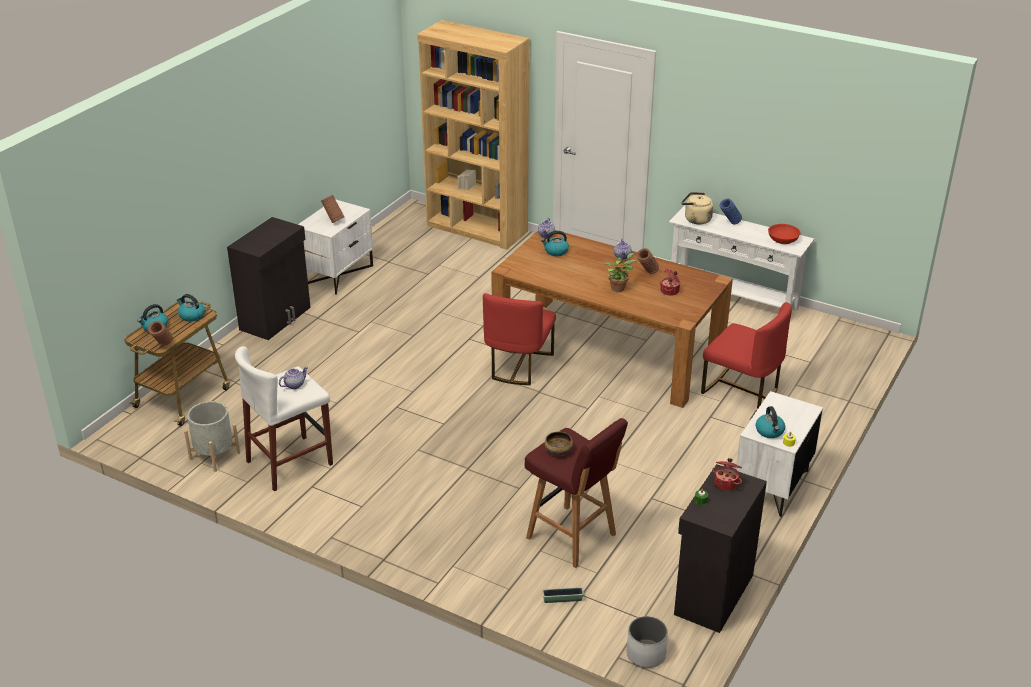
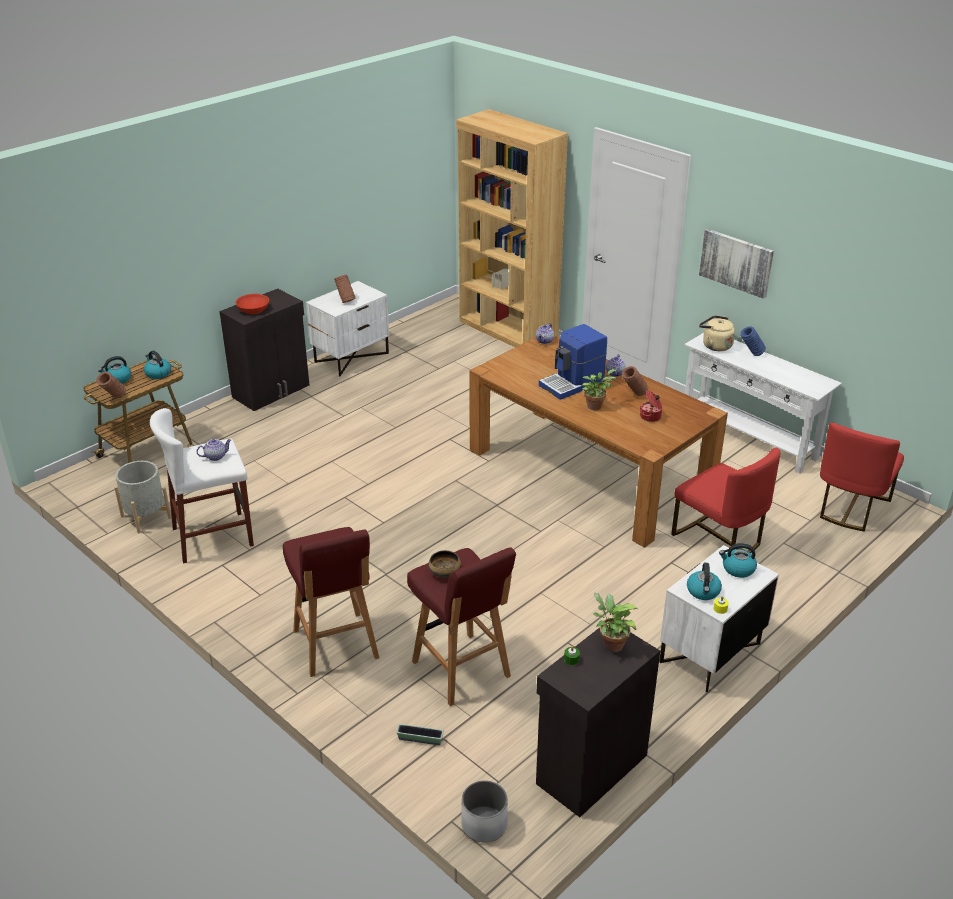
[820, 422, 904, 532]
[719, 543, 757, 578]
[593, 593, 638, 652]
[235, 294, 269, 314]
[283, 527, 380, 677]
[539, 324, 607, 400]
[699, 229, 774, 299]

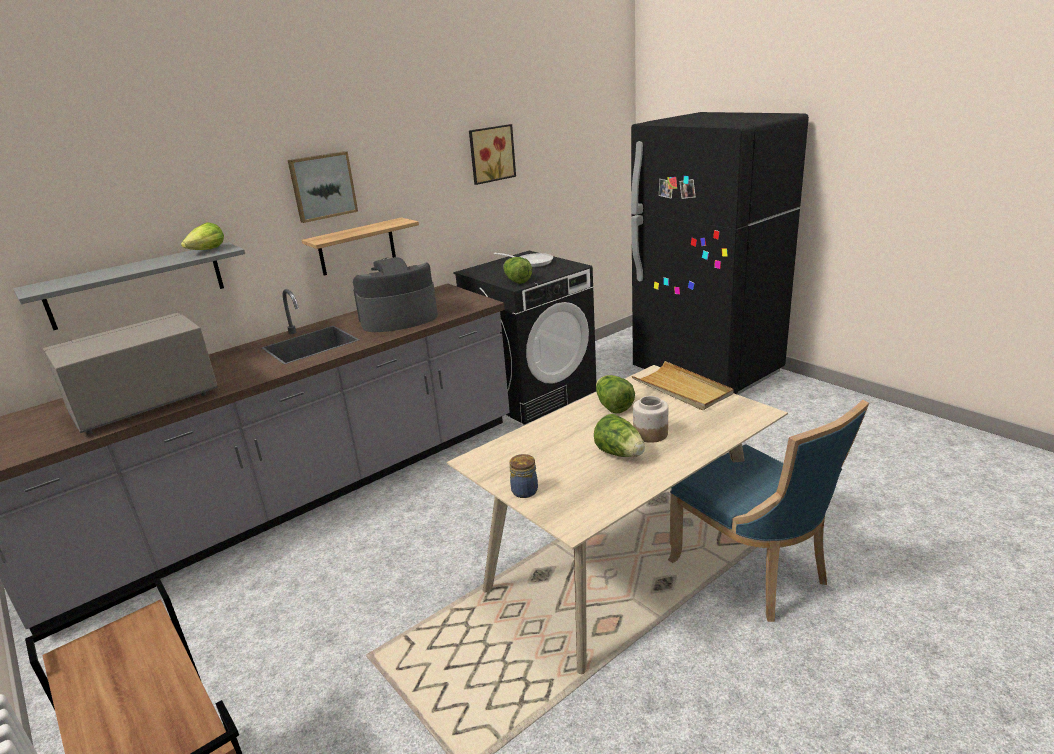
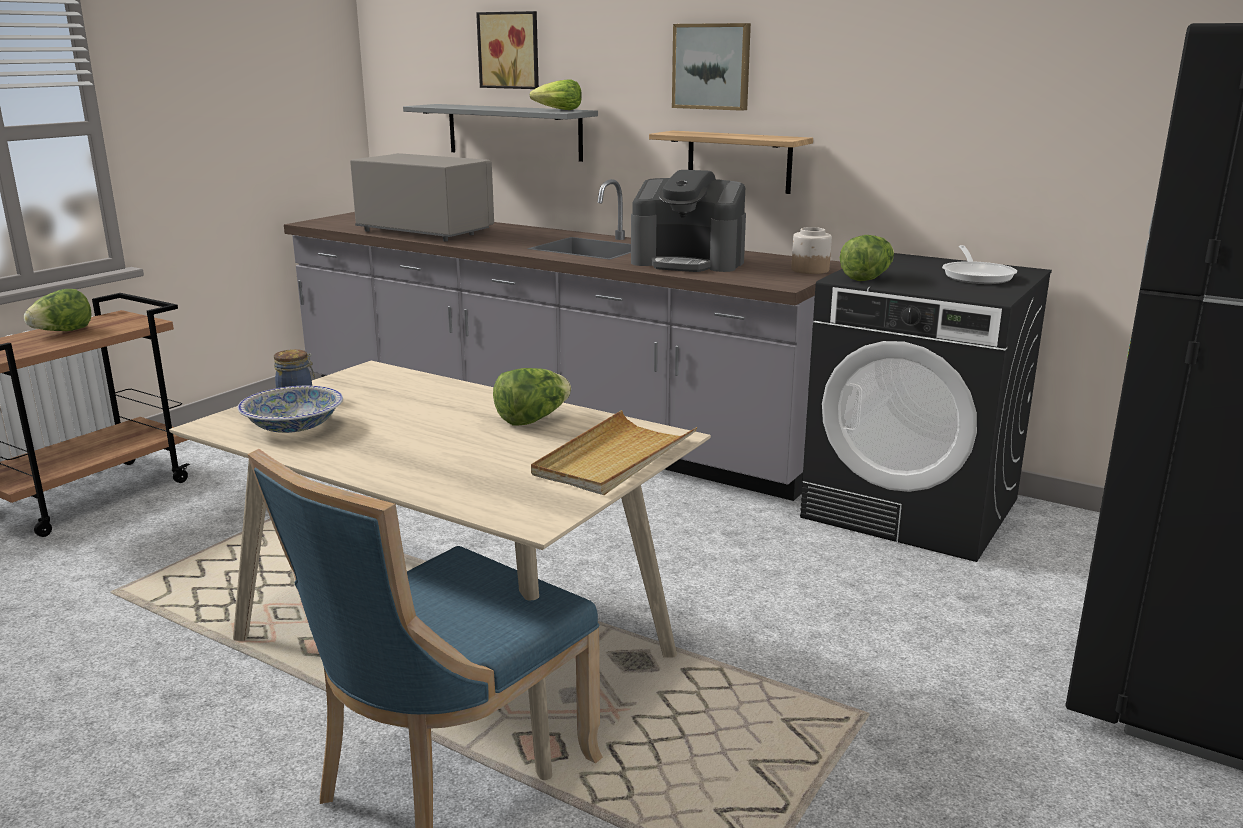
[631, 170, 746, 272]
[476, 11, 539, 89]
[24, 289, 92, 331]
[791, 227, 832, 274]
[238, 386, 343, 433]

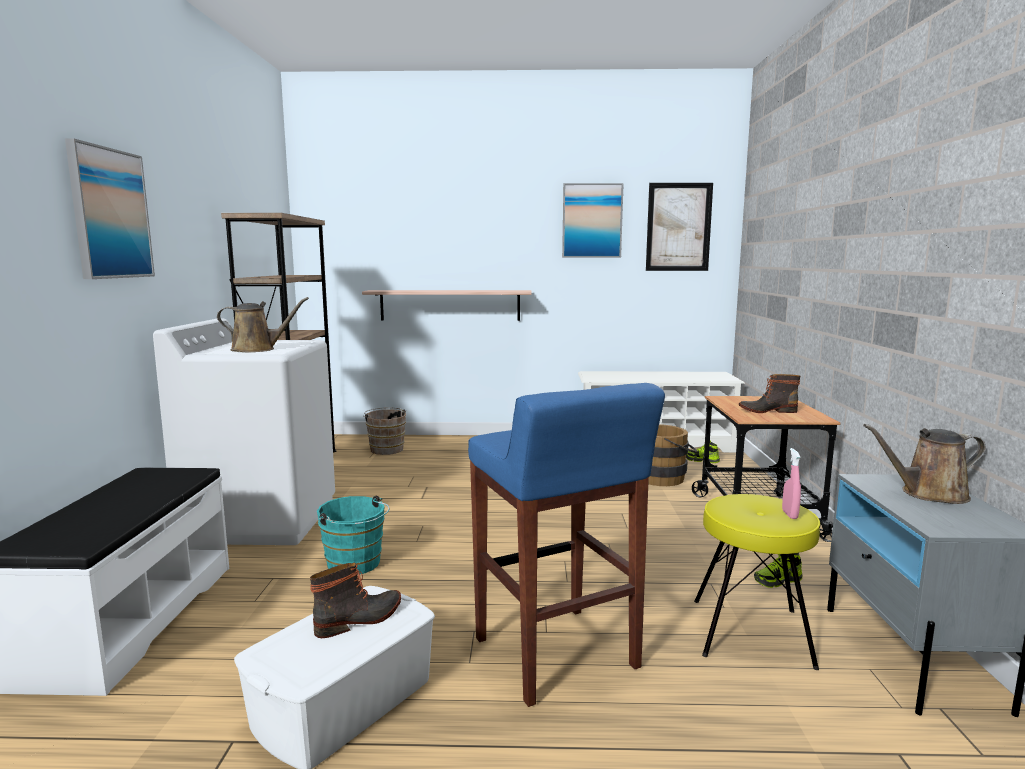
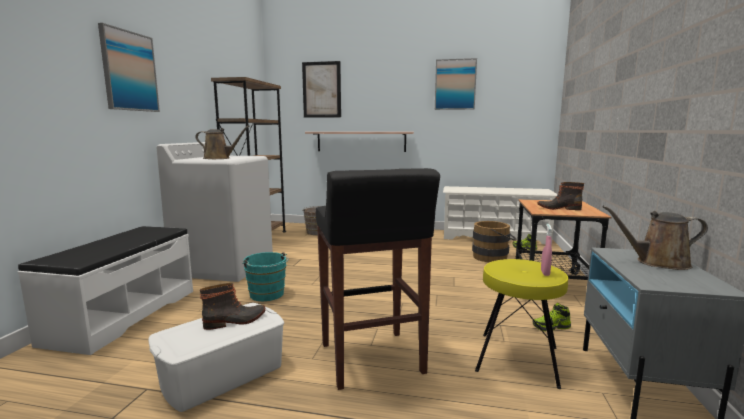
[316, 168, 440, 390]
[302, 61, 341, 118]

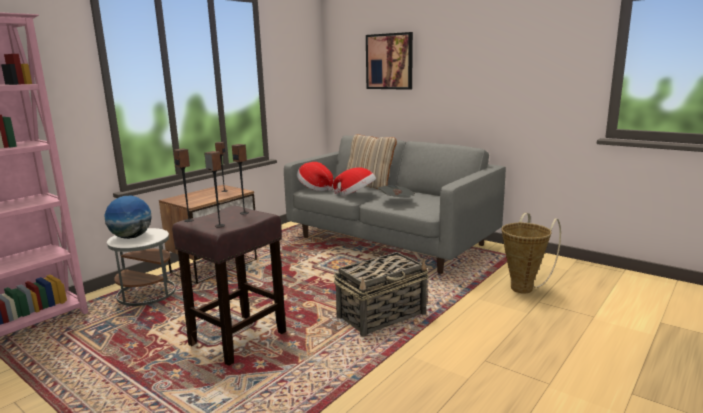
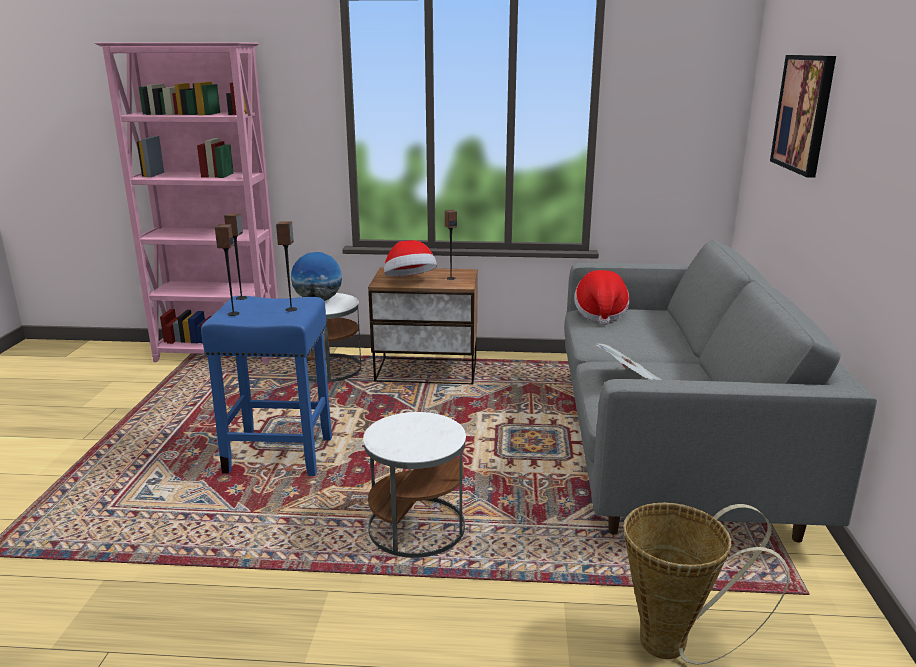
[201, 296, 332, 476]
[384, 240, 437, 276]
[363, 412, 466, 558]
[347, 134, 397, 190] (first image)

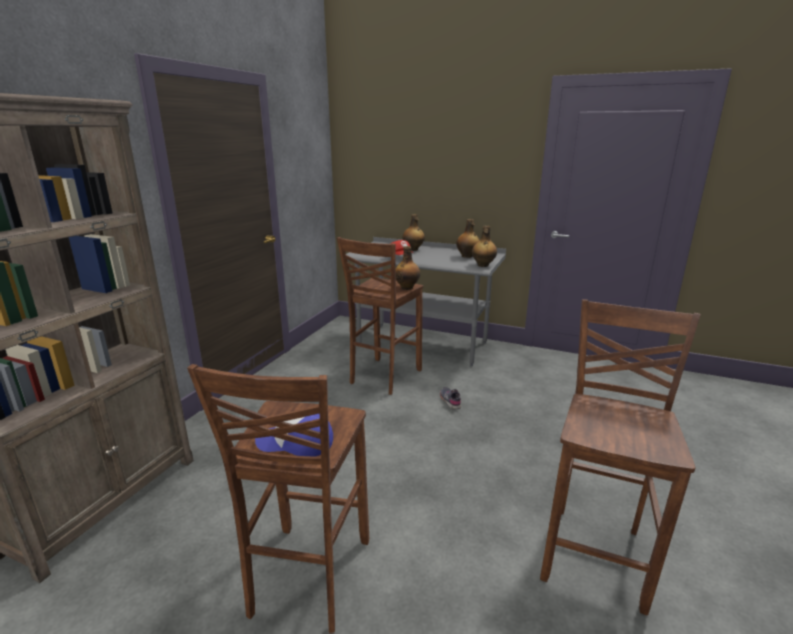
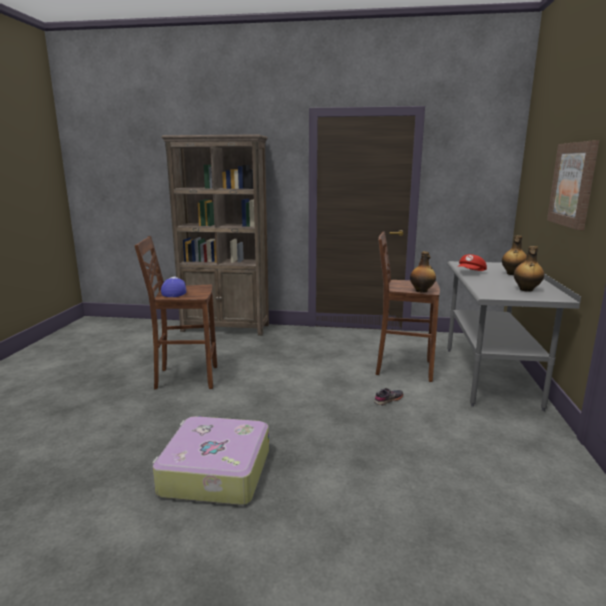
[472, 226, 497, 267] (first image)
[152, 416, 269, 505]
[547, 141, 599, 230]

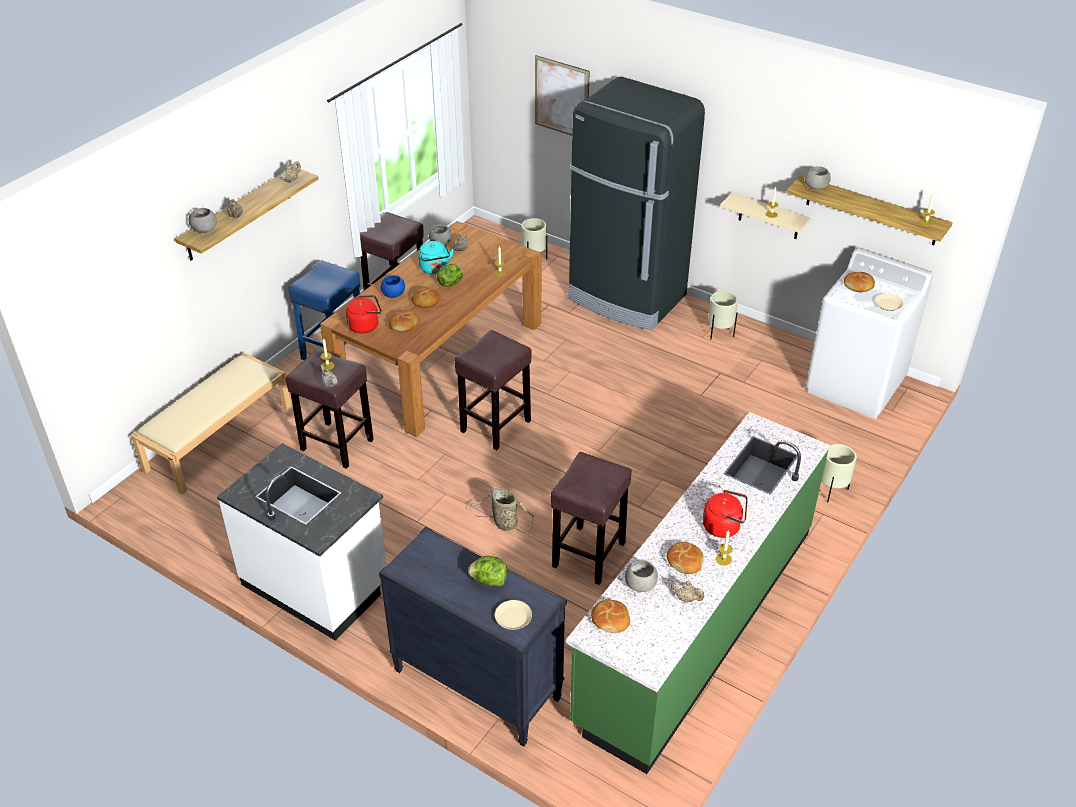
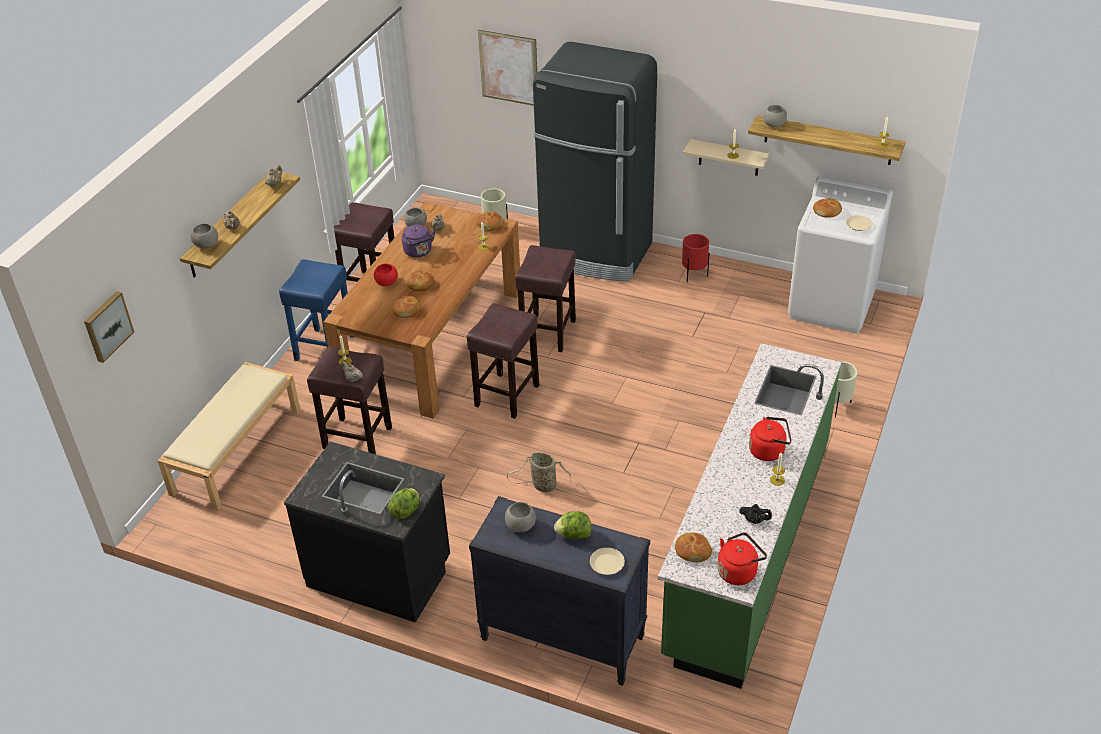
[284, 442, 450, 623]
[717, 532, 767, 585]
[374, 263, 398, 286]
[402, 225, 435, 257]
[388, 488, 420, 519]
[515, 245, 576, 352]
[505, 502, 536, 532]
[476, 212, 503, 231]
[739, 504, 772, 524]
[682, 234, 710, 282]
[84, 291, 134, 363]

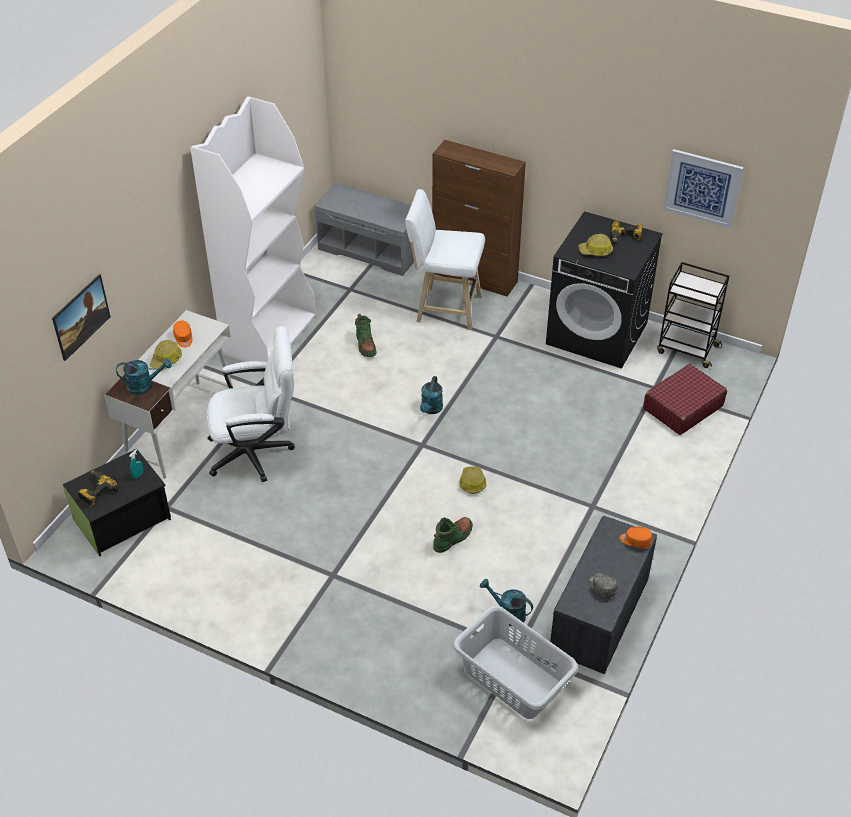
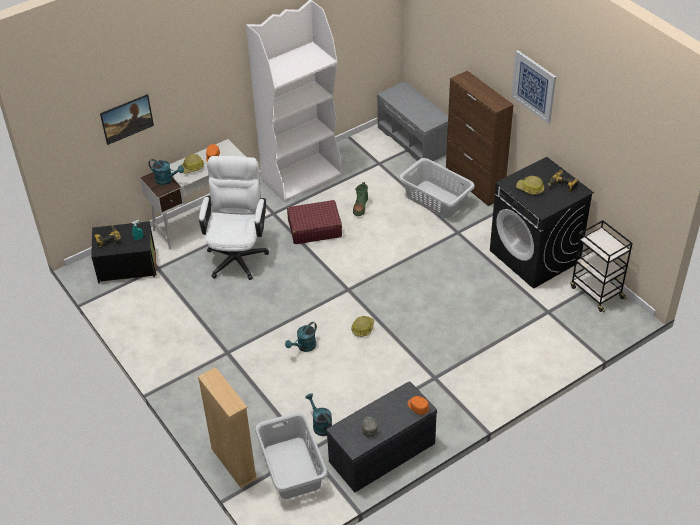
[199, 156, 269, 280]
[399, 158, 475, 218]
[285, 322, 317, 352]
[433, 517, 473, 553] (first image)
[287, 200, 342, 244]
[511, 50, 556, 124]
[198, 367, 258, 488]

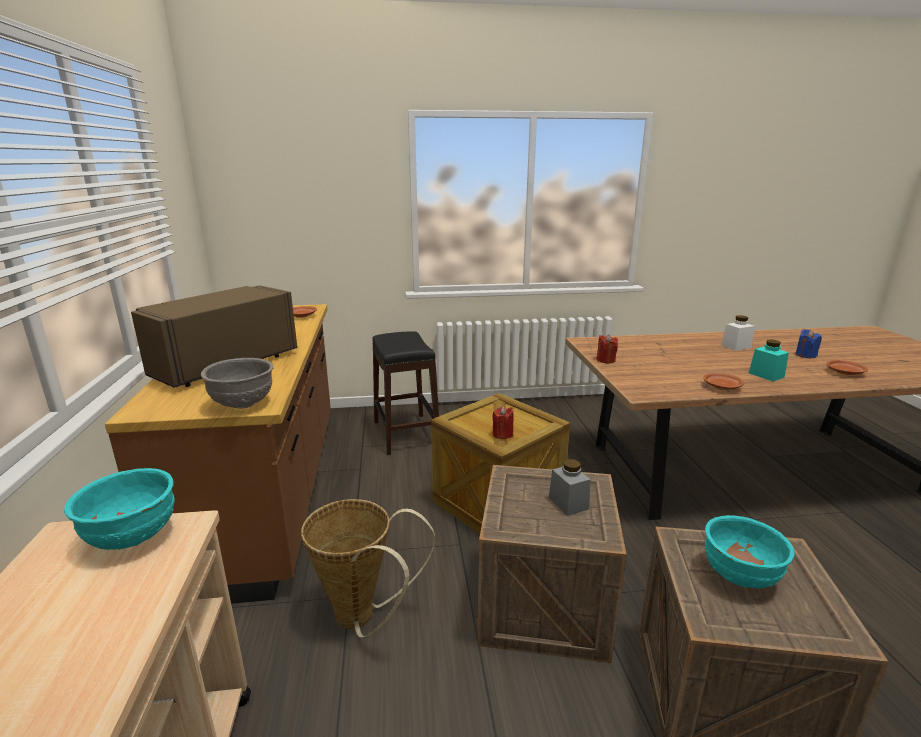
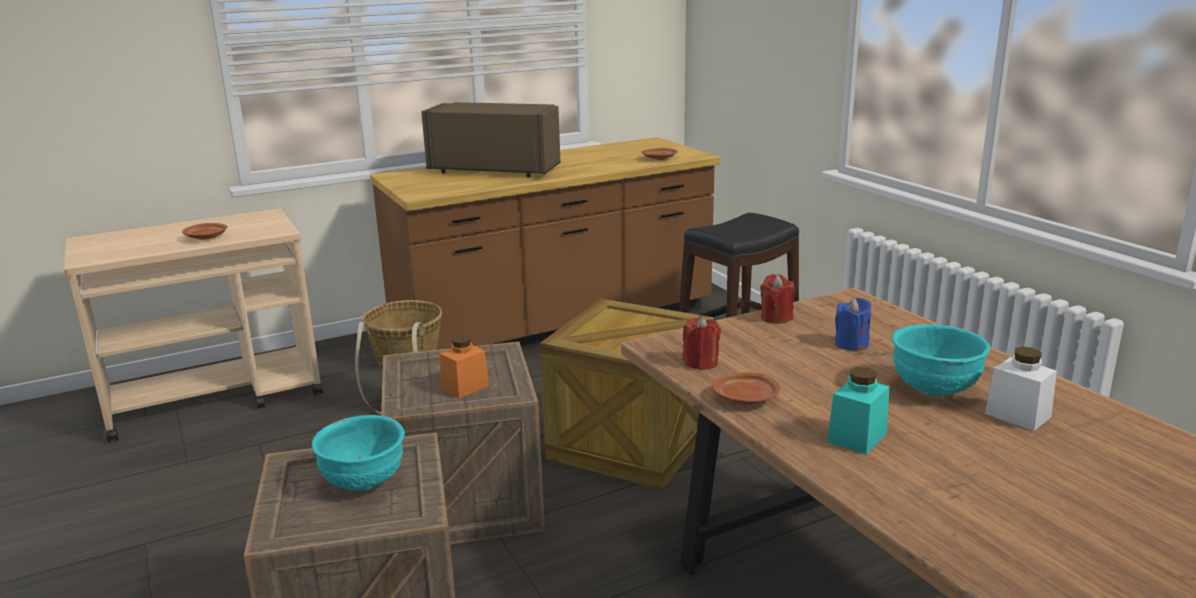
[892, 324, 990, 396]
[201, 358, 274, 409] (first image)
[682, 316, 721, 370]
[440, 335, 489, 398]
[835, 298, 871, 351]
[182, 223, 227, 240]

